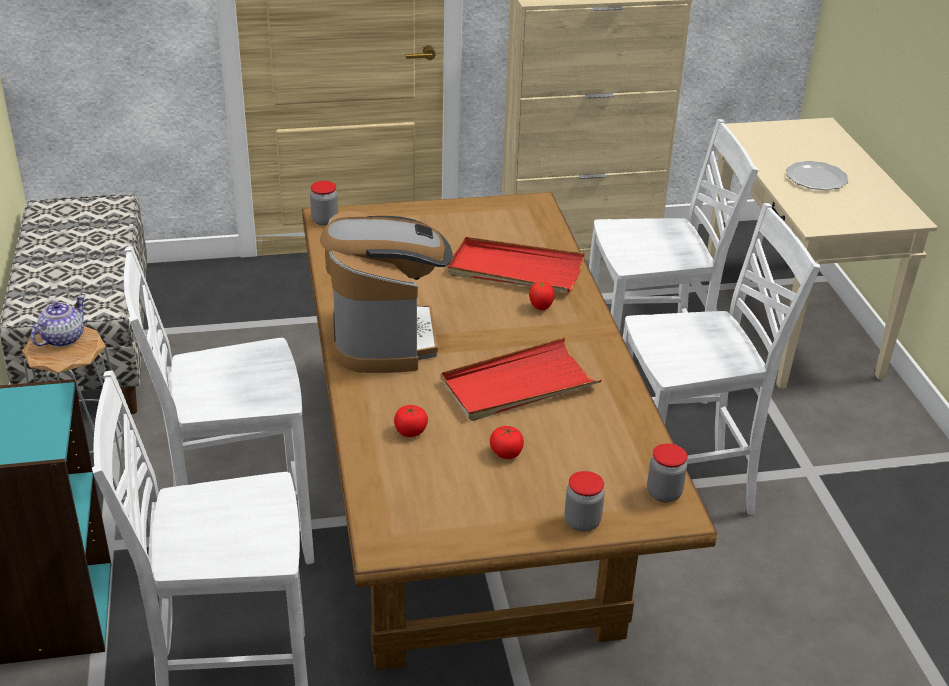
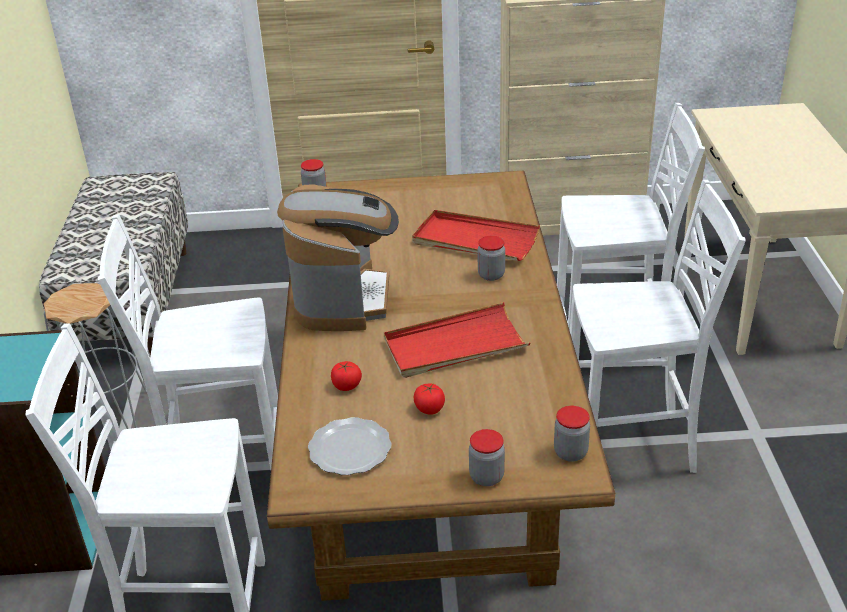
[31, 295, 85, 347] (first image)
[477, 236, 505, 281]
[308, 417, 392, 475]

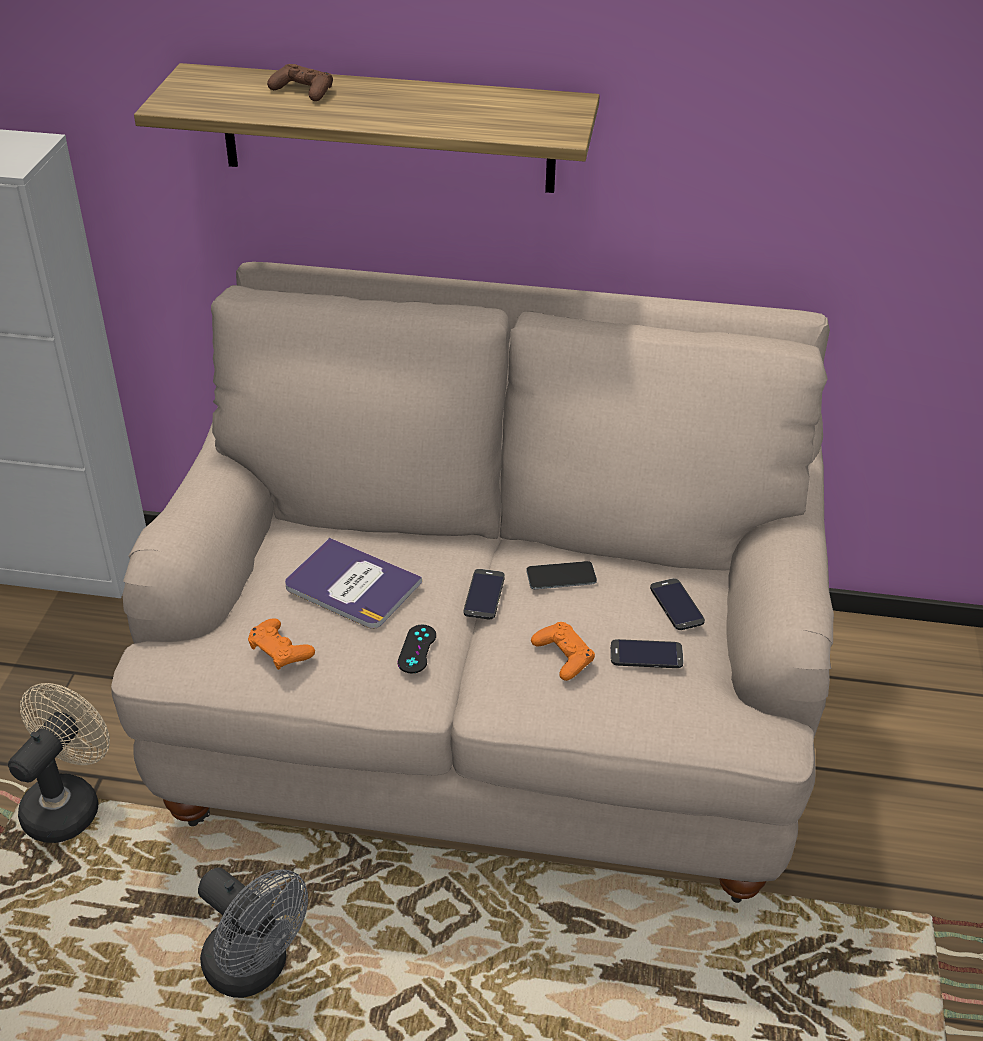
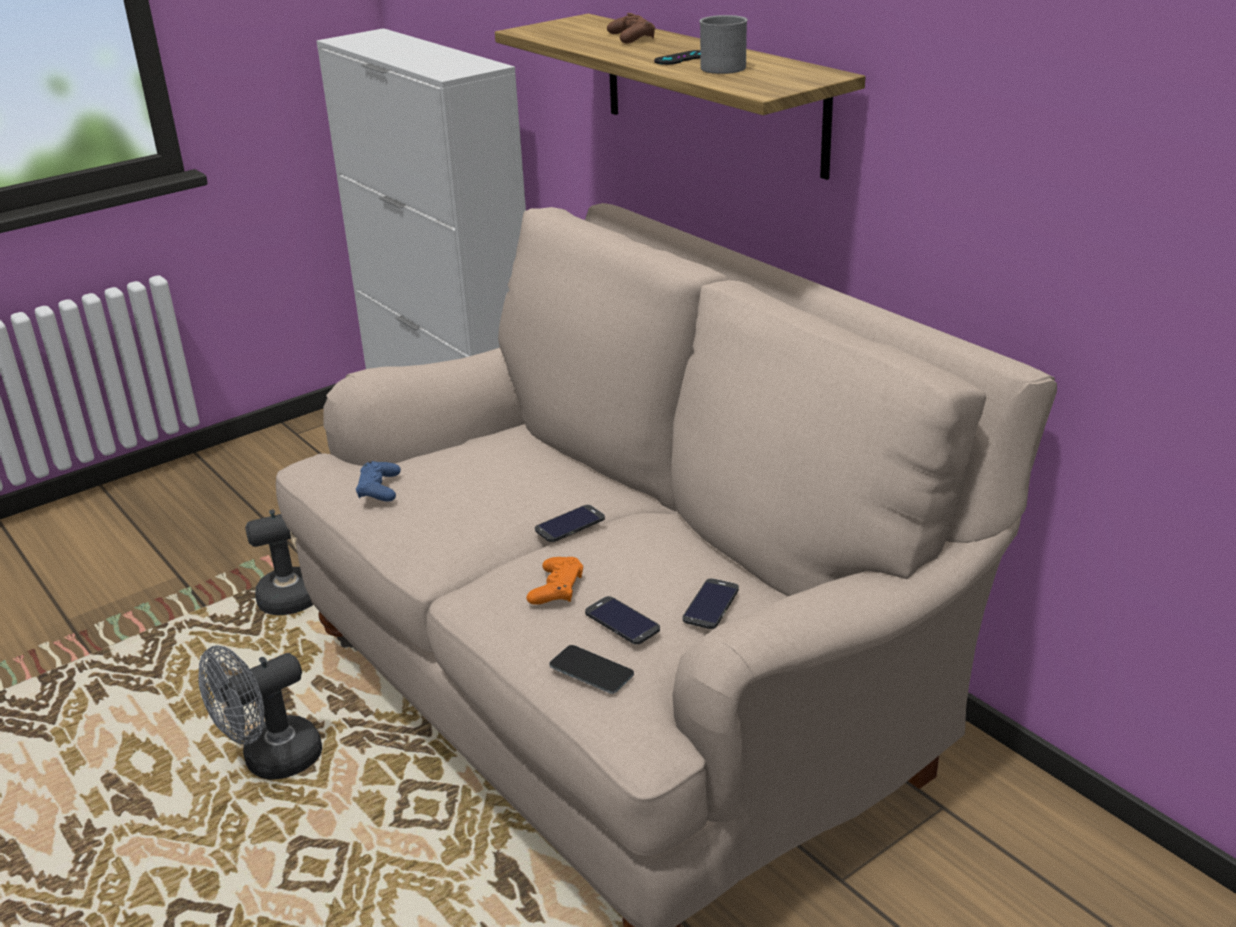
[198, 645, 322, 780]
[356, 461, 401, 502]
[285, 538, 422, 629] (first image)
[654, 50, 700, 65]
[550, 645, 634, 694]
[699, 15, 748, 74]

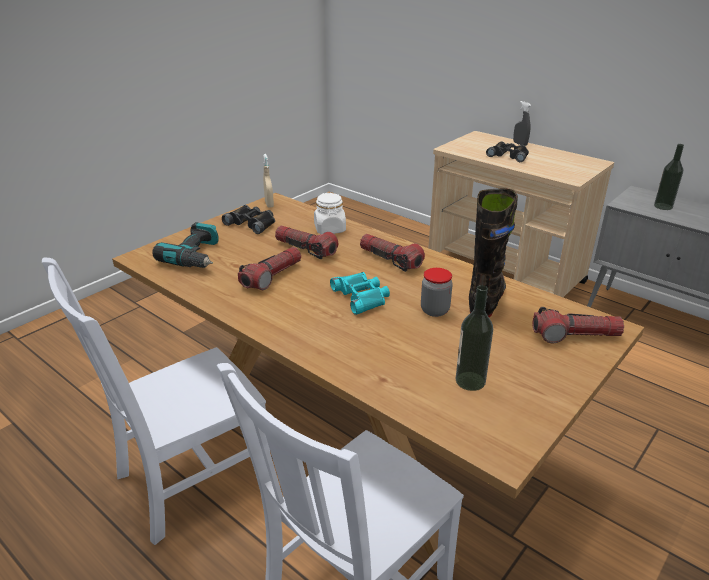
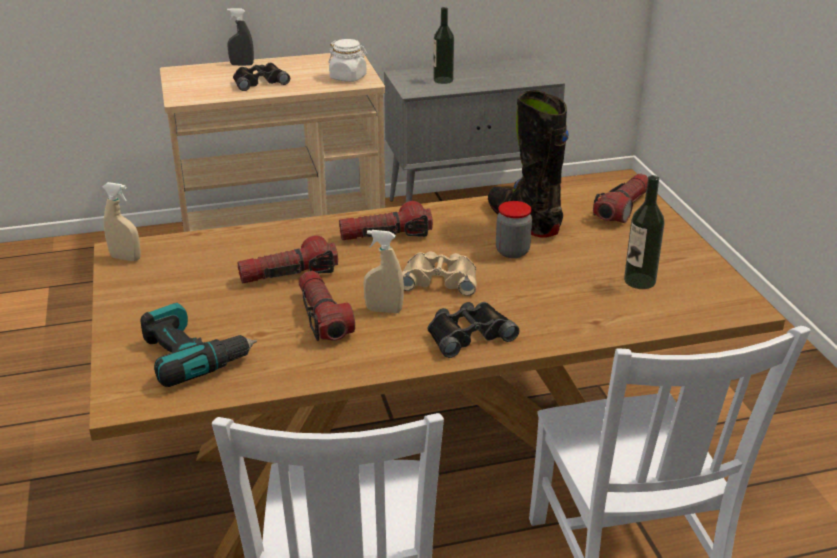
[427, 302, 520, 358]
[329, 39, 367, 82]
[402, 252, 477, 296]
[363, 230, 404, 313]

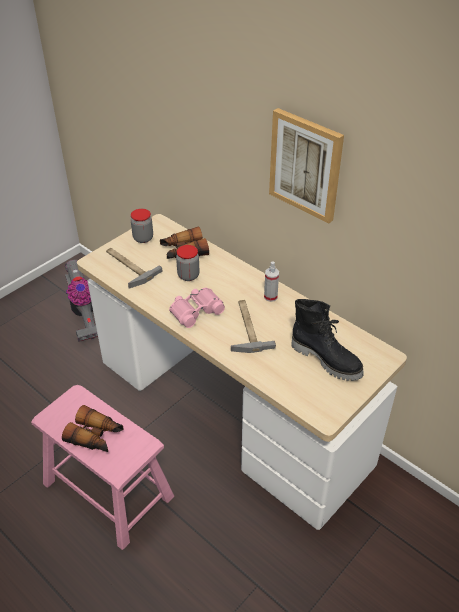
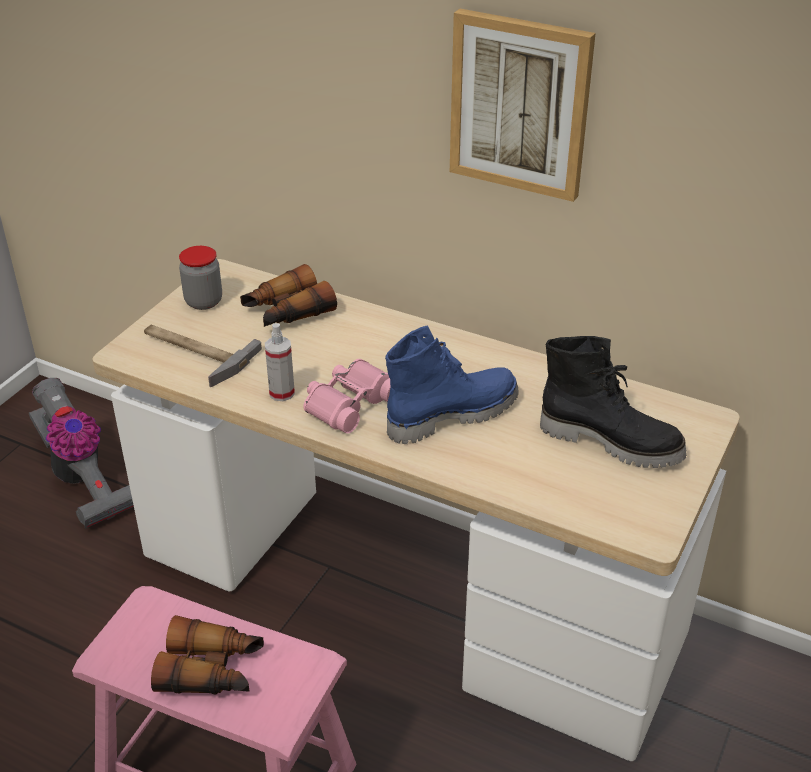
[176, 245, 199, 281] (first image)
[385, 325, 519, 444]
[265, 323, 295, 401]

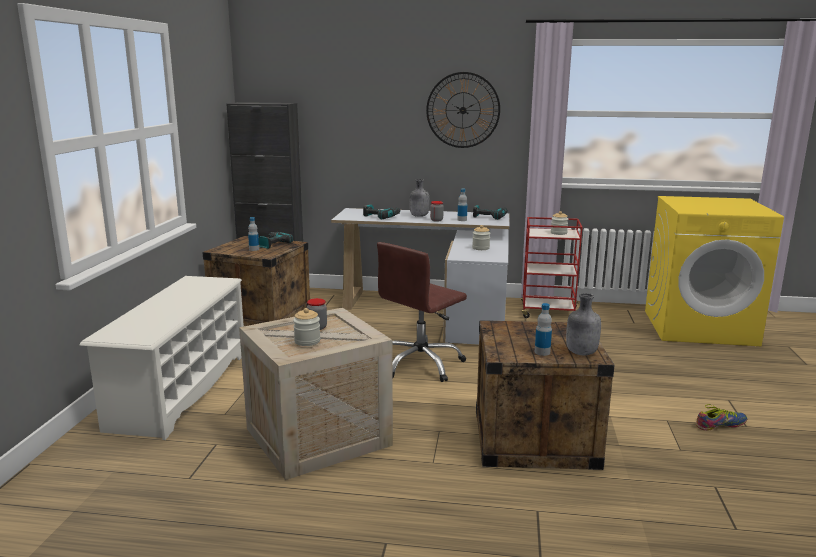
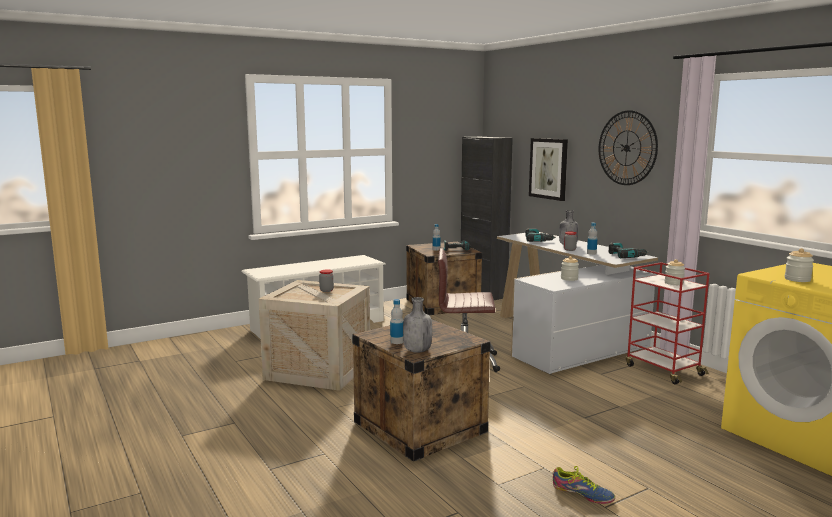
[784, 248, 814, 282]
[529, 138, 568, 201]

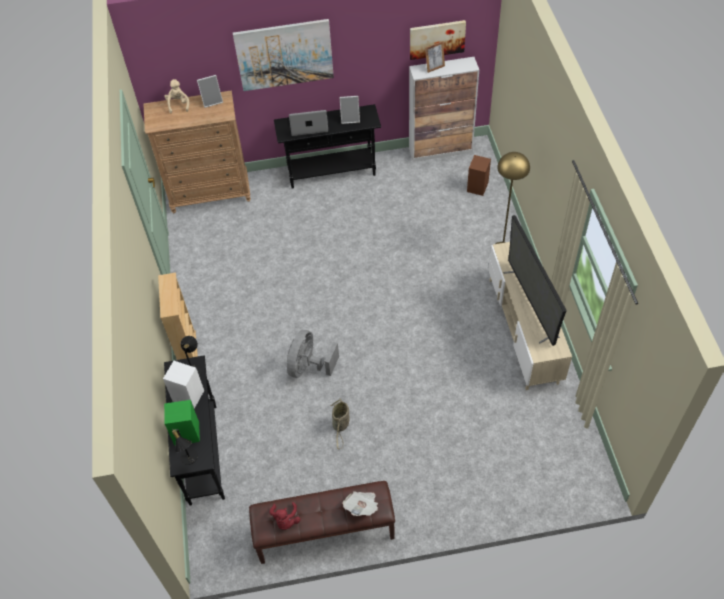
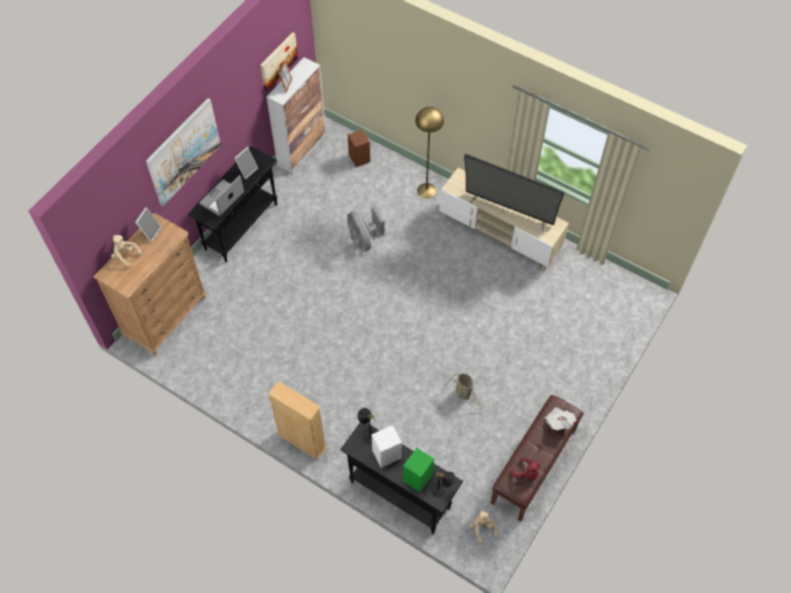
[347, 207, 385, 252]
[469, 509, 498, 543]

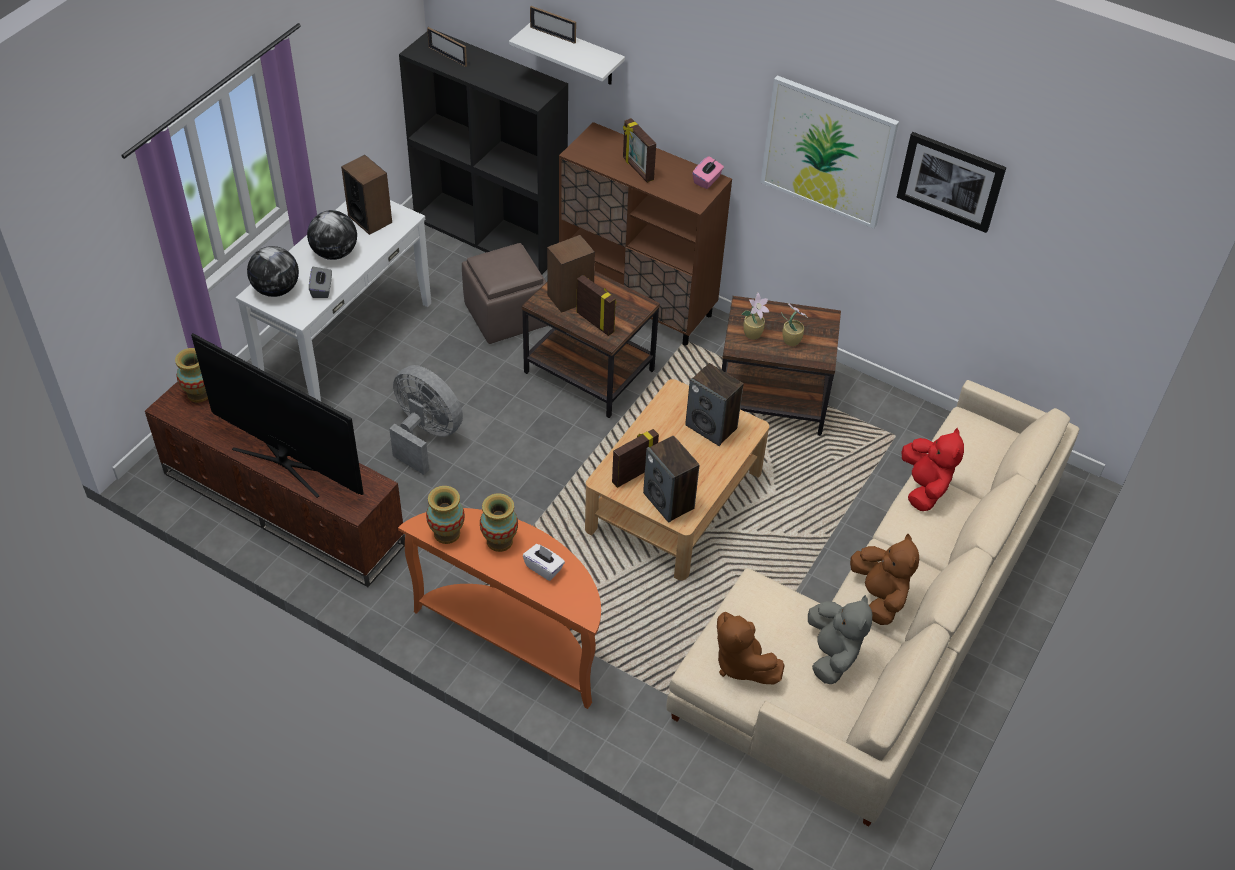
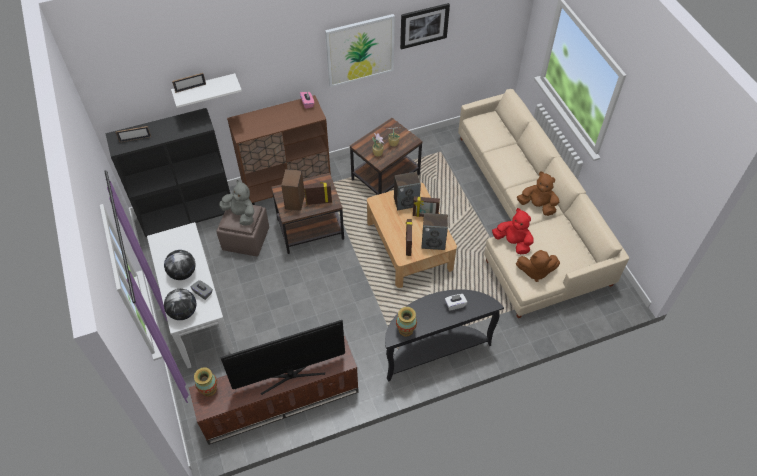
[341, 155, 392, 235] (first image)
[389, 365, 463, 475] (first image)
[385, 289, 504, 382]
[480, 493, 518, 552] (first image)
[413, 196, 440, 217]
[219, 180, 254, 226]
[492, 208, 534, 254]

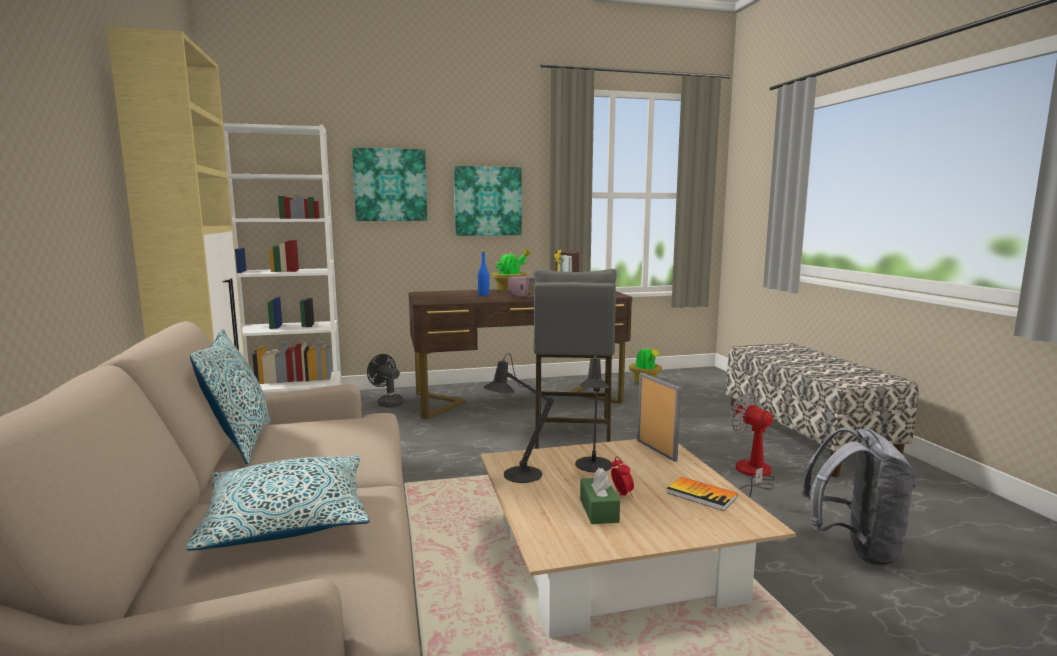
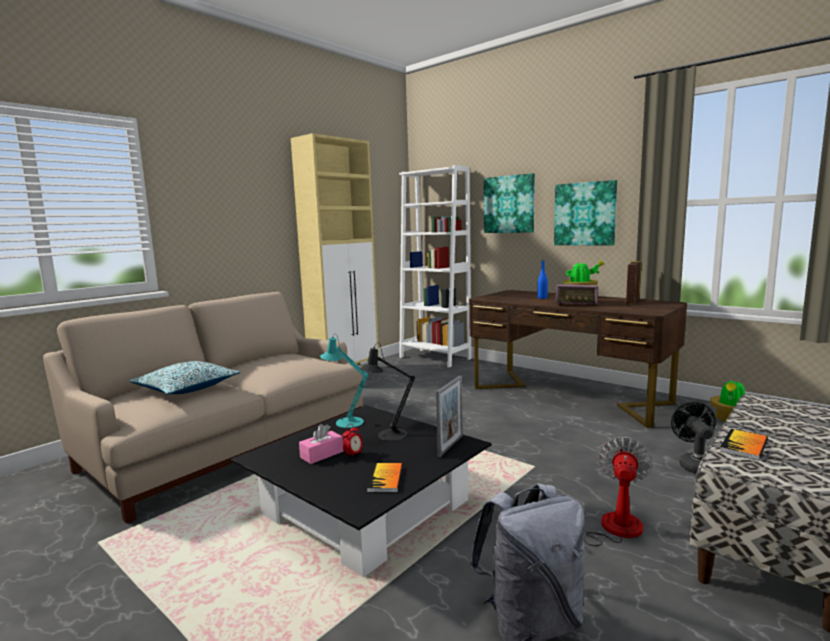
[190, 329, 271, 464] (first image)
[671, 402, 716, 474]
[231, 405, 491, 577]
[320, 334, 368, 428]
[533, 269, 617, 449] (first image)
[299, 424, 343, 464]
[720, 429, 768, 461]

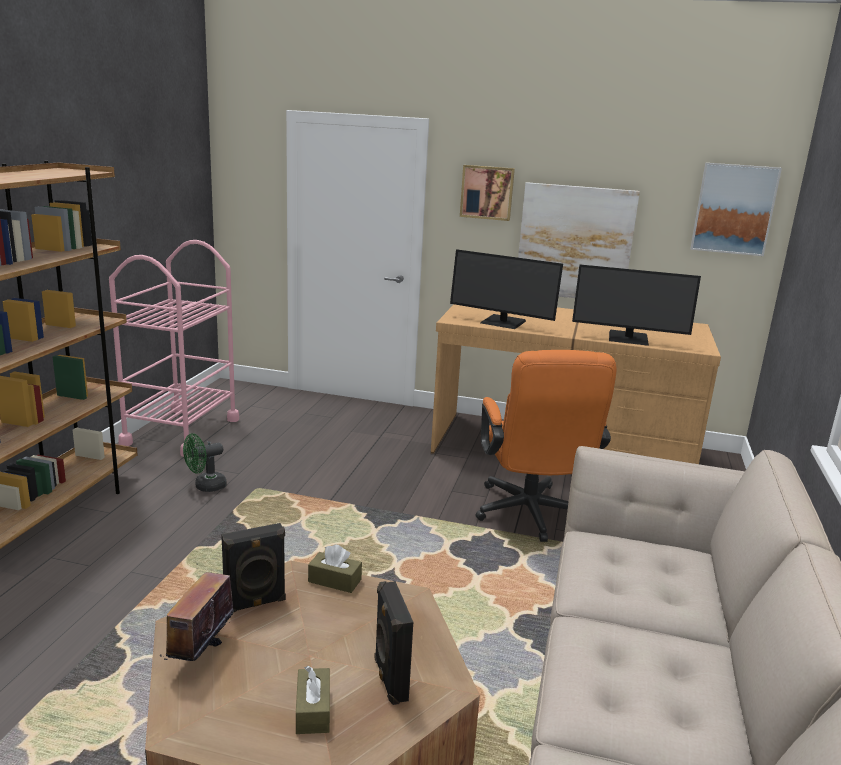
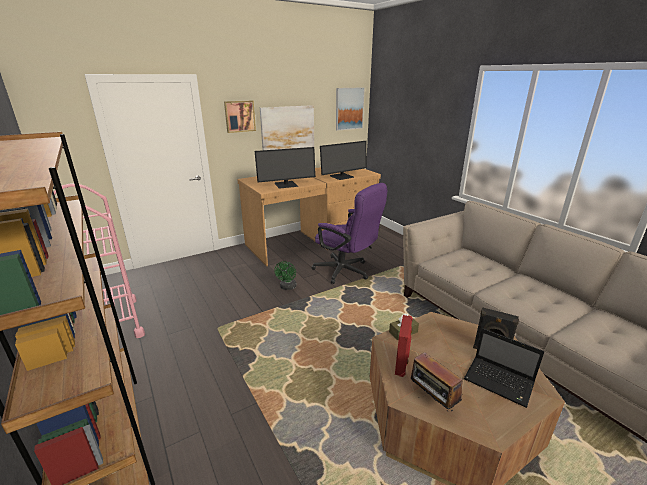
[274, 261, 296, 290]
[395, 315, 413, 377]
[464, 328, 544, 408]
[312, 183, 387, 284]

